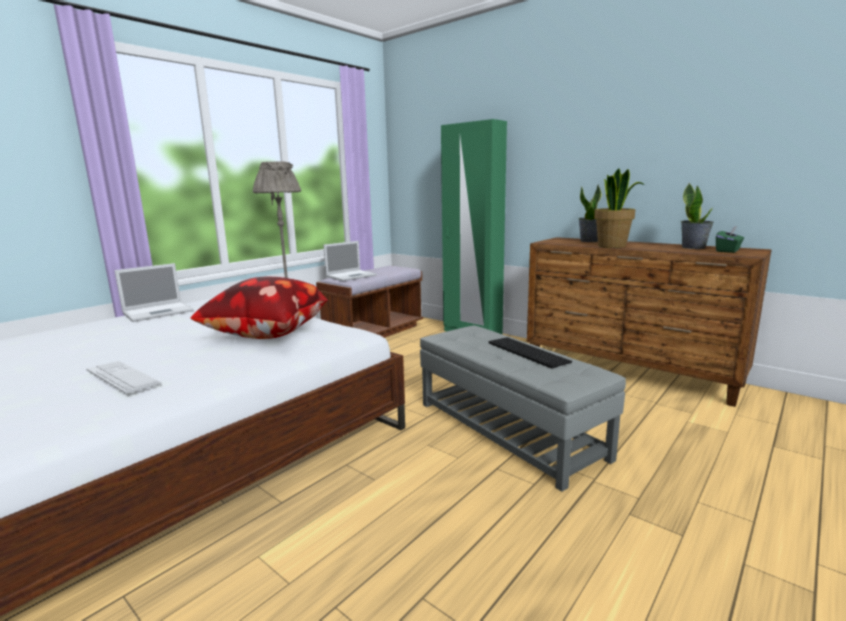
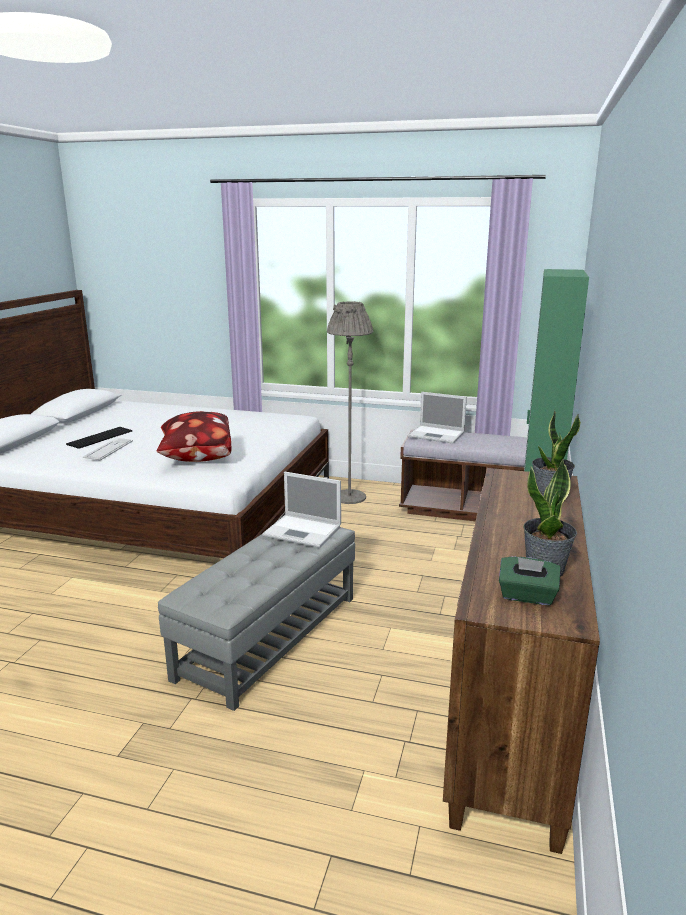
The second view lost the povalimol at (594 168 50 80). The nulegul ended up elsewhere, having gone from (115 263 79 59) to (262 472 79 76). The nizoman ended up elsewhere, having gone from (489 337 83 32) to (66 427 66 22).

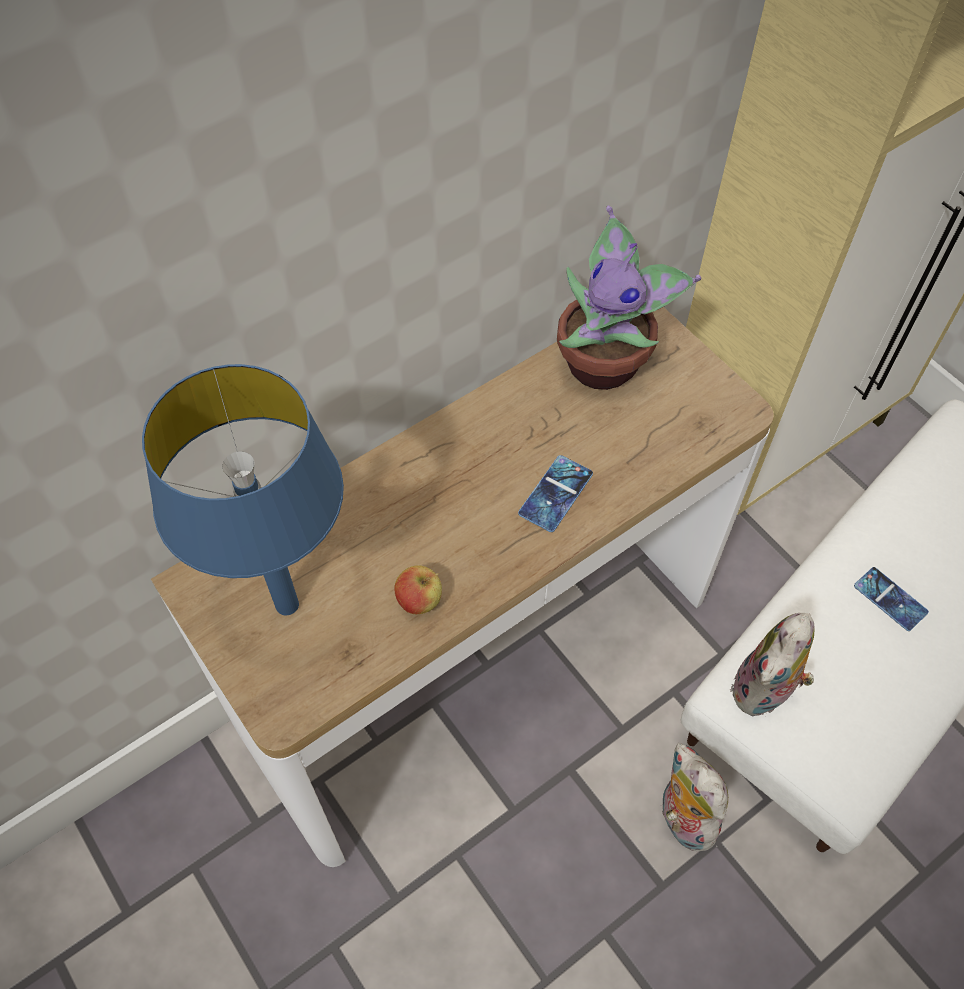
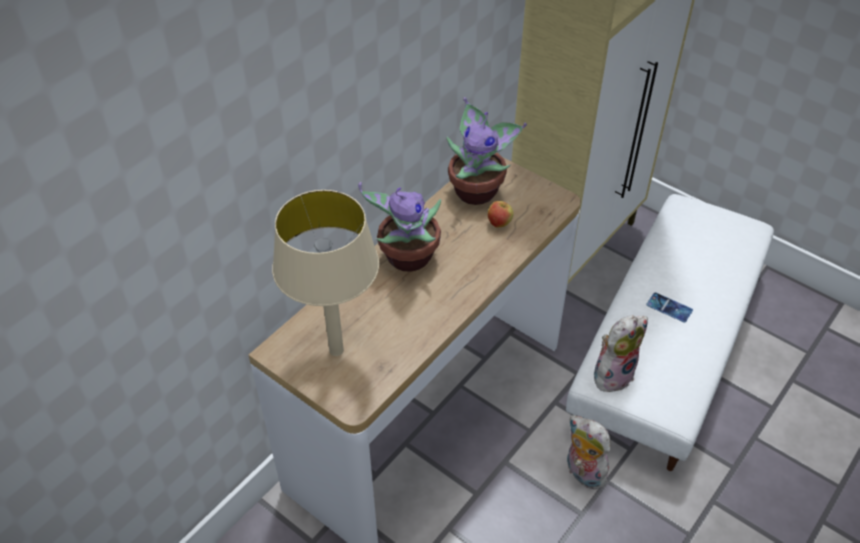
The second view lost the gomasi at (518 455 75 77). The second view gained the povalimol at (358 182 83 90). The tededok ended up elsewhere, having gone from (394 565 48 49) to (488 201 25 26). What was the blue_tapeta at (142 364 202 251) turned into the beige_tapeta at (272 190 107 166). The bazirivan at (730 613 85 104) ended up facing another way, 150 degrees counterclockwise from before.

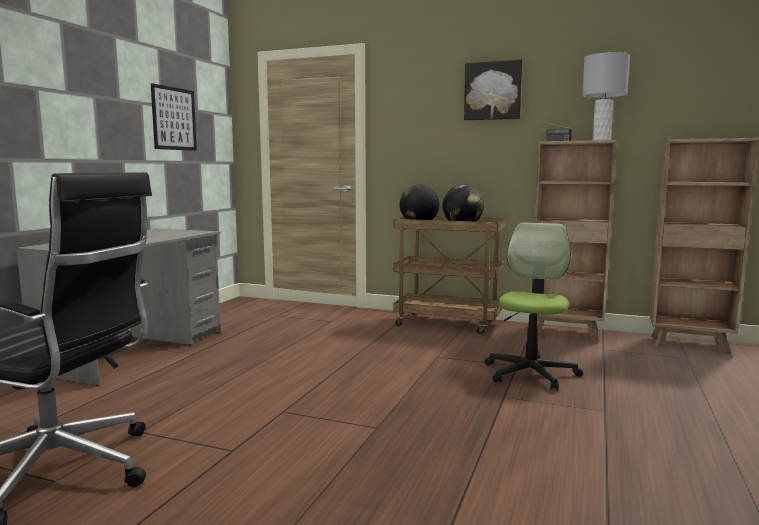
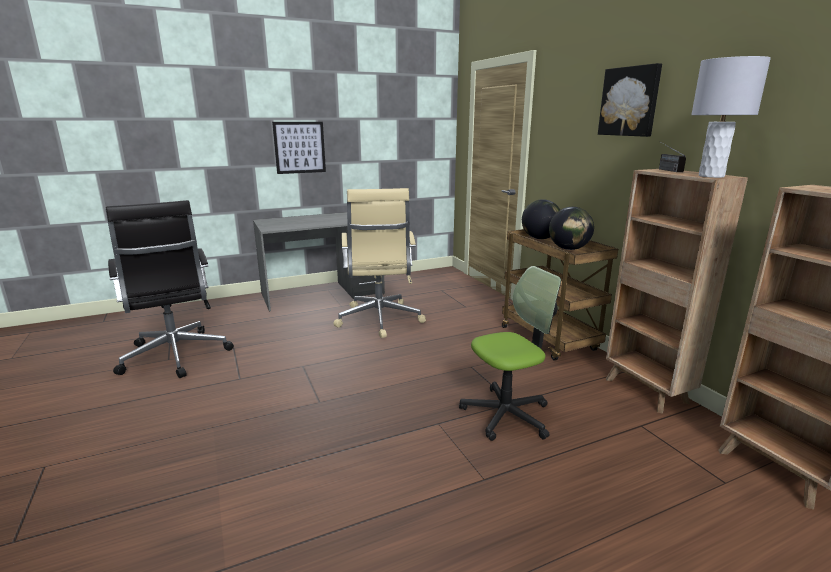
The second view gained the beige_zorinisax at (334 188 92 150). The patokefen ended up elsewhere, having gone from (151 83 46 68) to (272 122 54 52).

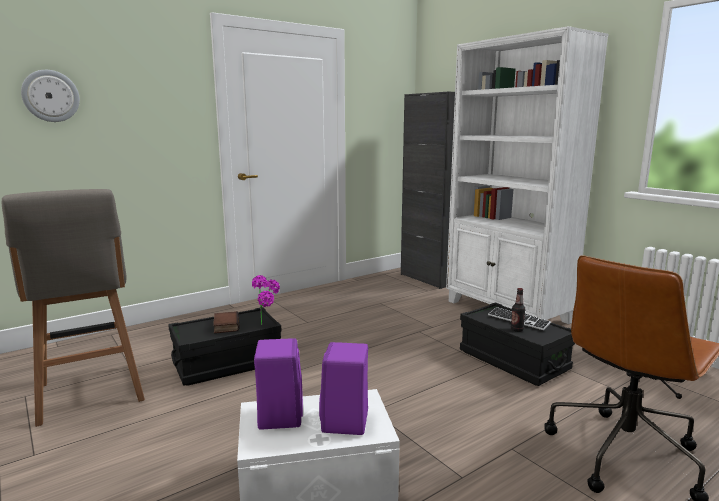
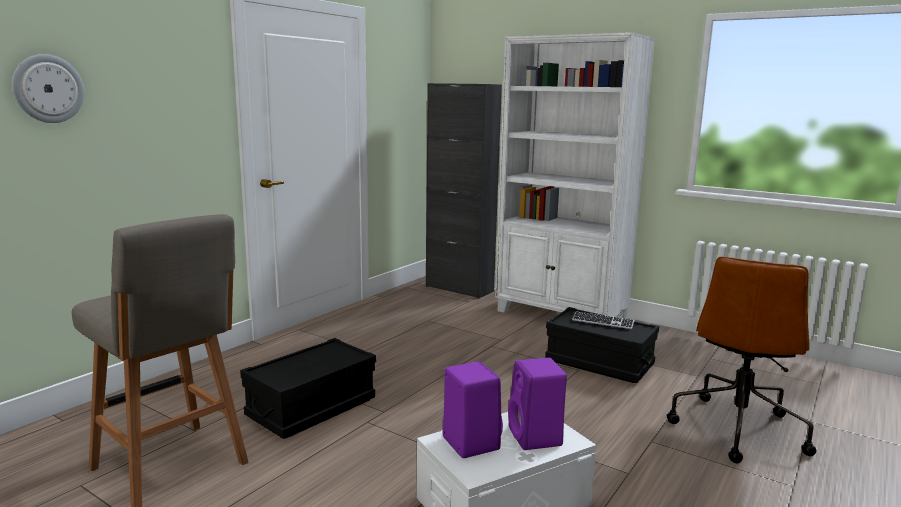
The second view lost the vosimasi at (213 311 27 22). The second view lost the povalimol at (252 275 28 50). The second view lost the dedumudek at (511 288 14 44).

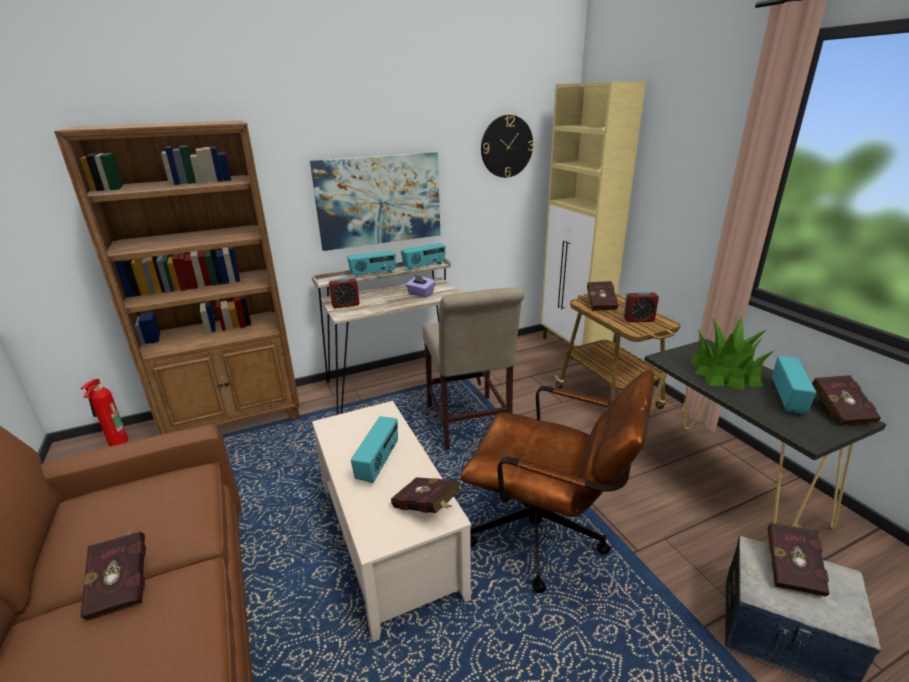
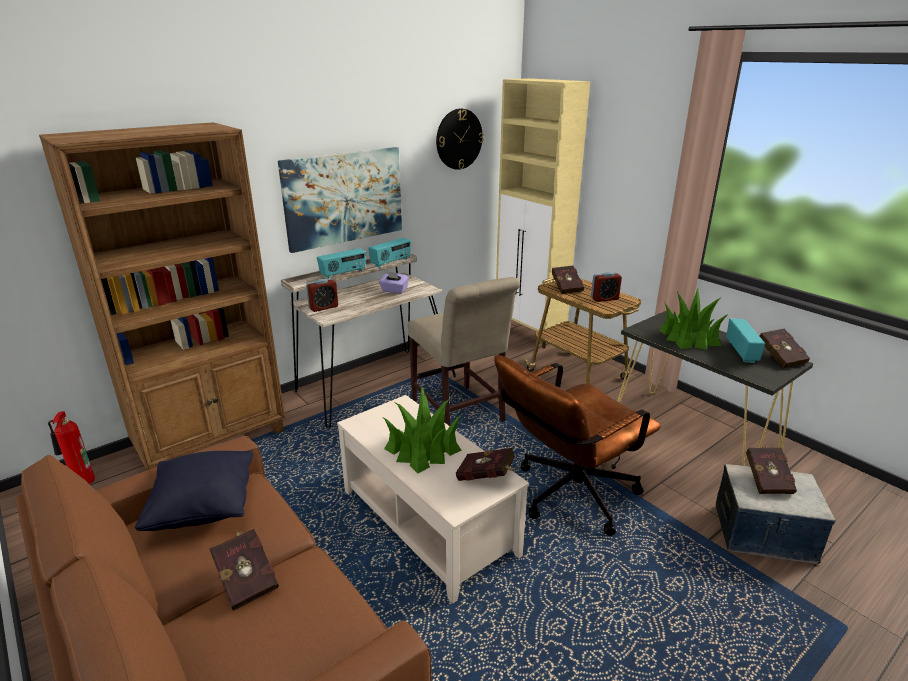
The second view gained the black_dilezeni at (135 450 118 81). Where the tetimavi stood at (351 416 47 67), the povalimol came to stand at (383 387 78 86). The brown_zorinisax at (461 370 193 223) ended up facing another way, 135 degrees clockwise from before.

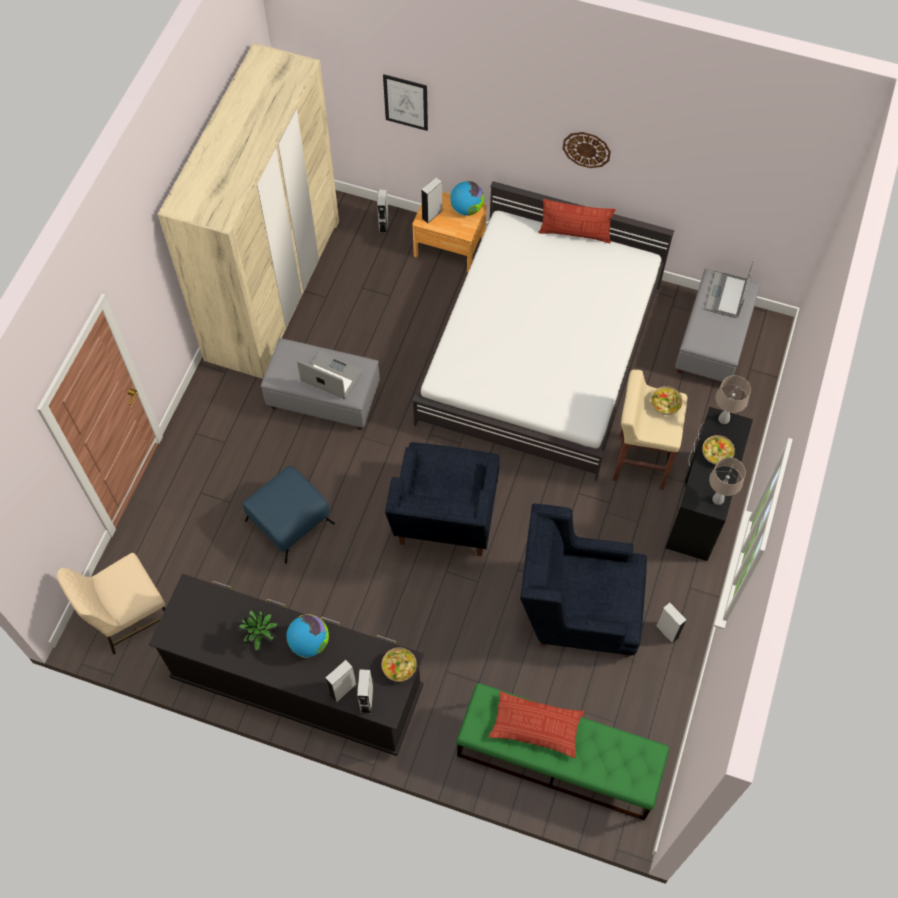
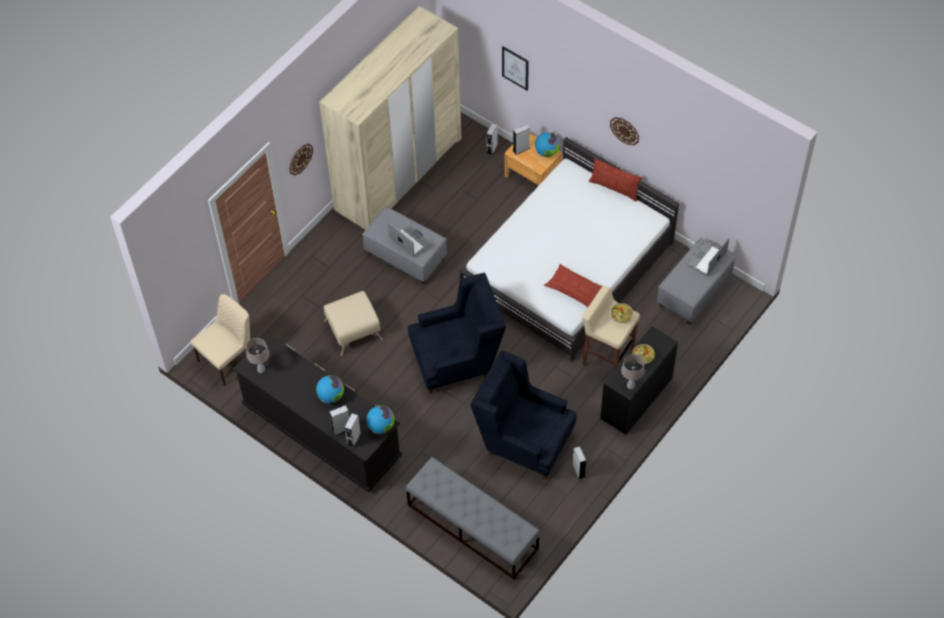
The second view lost the povalimol at (239 609 39 42). The second view gained the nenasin at (289 144 24 32). The dilezeni ended up elsewhere, having gone from (488 691 96 67) to (544 264 58 43). The beige_tapeta ended up elsewhere, having gone from (716 375 35 49) to (246 338 23 35). Where the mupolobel stood at (382 647 35 35), the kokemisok came to stand at (367 405 28 29). What was the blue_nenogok at (242 466 93 98) turned into the beige_nenogok at (324 291 59 65). What was the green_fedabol at (457 683 212 137) turned into the grey_fedabol at (406 457 134 122). The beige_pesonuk at (57 553 108 102) ended up facing another way, 150 degrees clockwise from before. The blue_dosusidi at (385 442 115 114) ended up facing another way, 135 degrees counterclockwise from before.

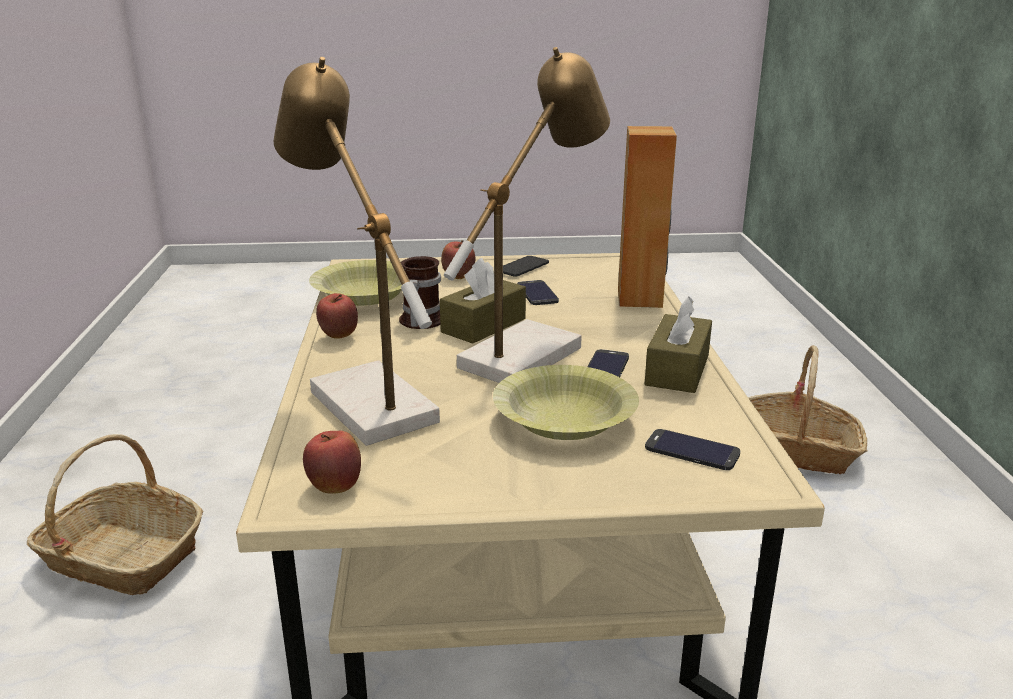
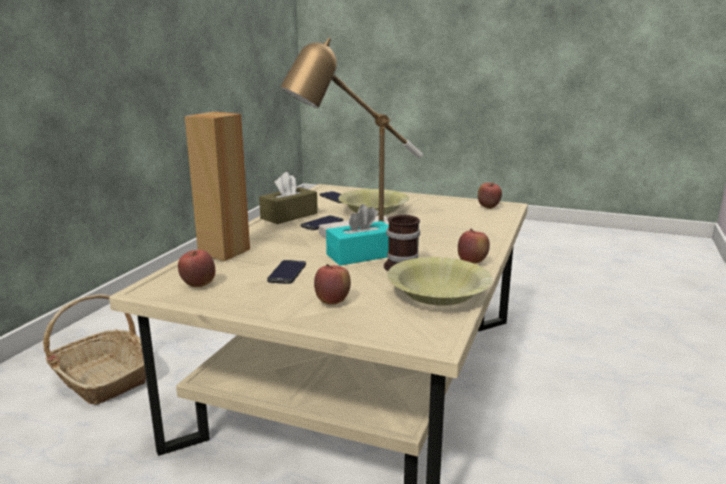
The second view lost the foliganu at (27 434 177 161). The second view lost the tapeta at (274 57 166 389). The second view lost the gomasi at (503 256 46 21). The second view gained the tededok at (178 250 37 37). What was the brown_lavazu at (440 258 86 86) turned into the turquoise_lavazu at (326 204 63 62).

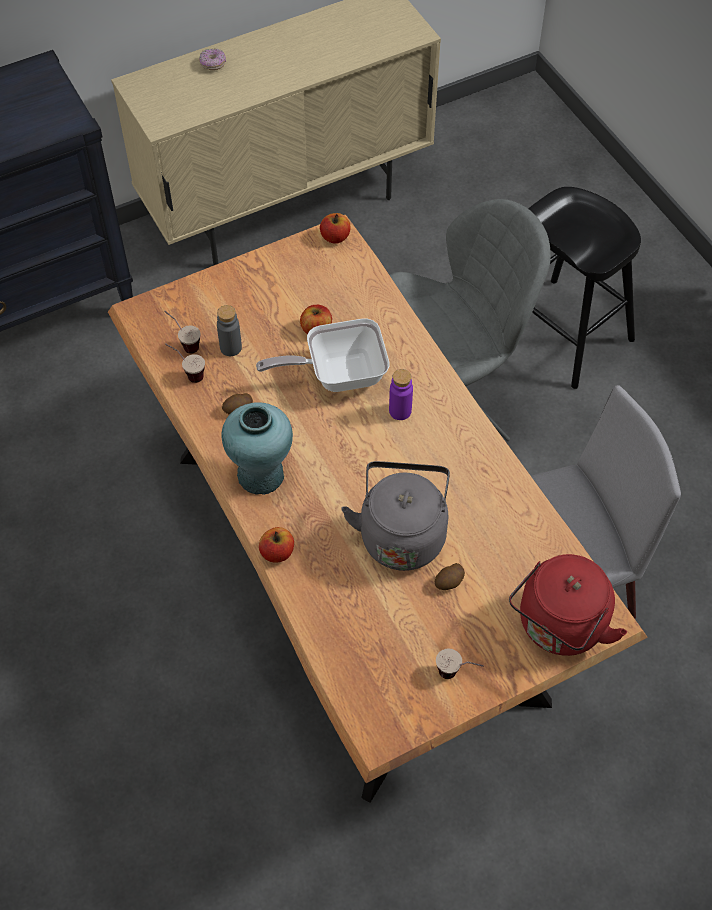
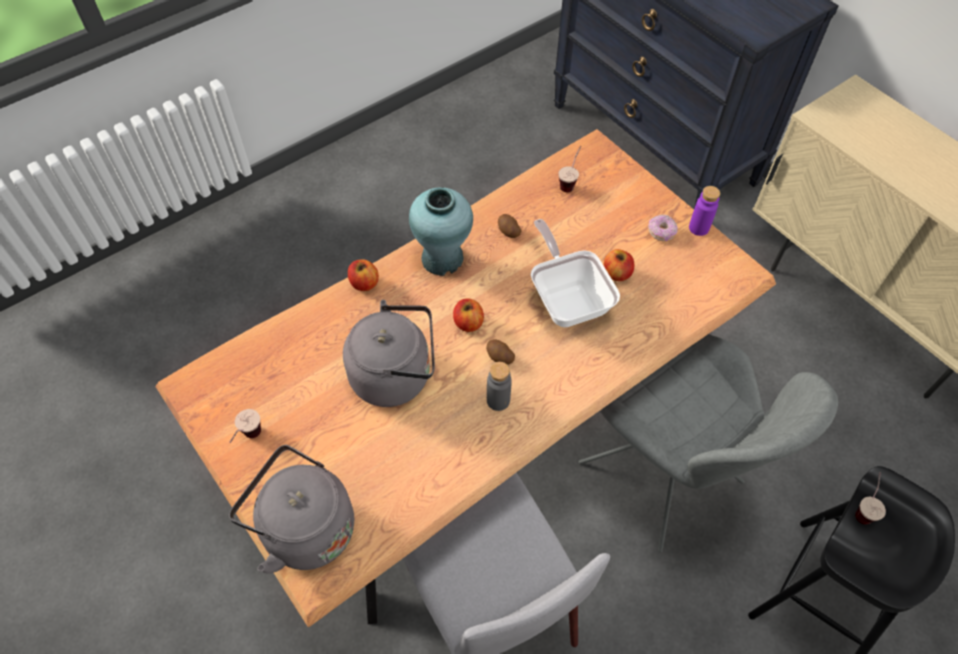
The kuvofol ended up elsewhere, having gone from (165 343 40 40) to (855 472 31 53). The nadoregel ended up elsewhere, having gone from (199 49 27 21) to (648 214 30 28). The grey_dedumudek ended up elsewhere, having gone from (217 305 25 51) to (487 362 25 49). The tededok ended up elsewhere, having gone from (320 213 30 31) to (453 298 31 34). The purple_dedumudek ended up elsewhere, having gone from (389 369 24 51) to (689 186 31 50). The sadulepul ended up elsewhere, having gone from (435 563 30 27) to (486 340 29 25). What was the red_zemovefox at (509 554 118 102) turned into the grey_zemovefox at (229 445 125 129).

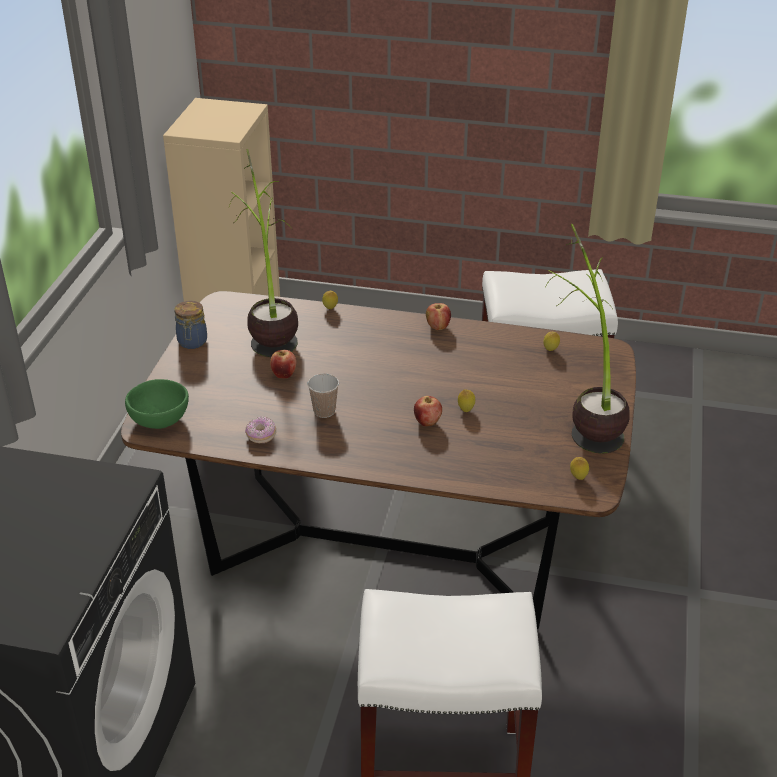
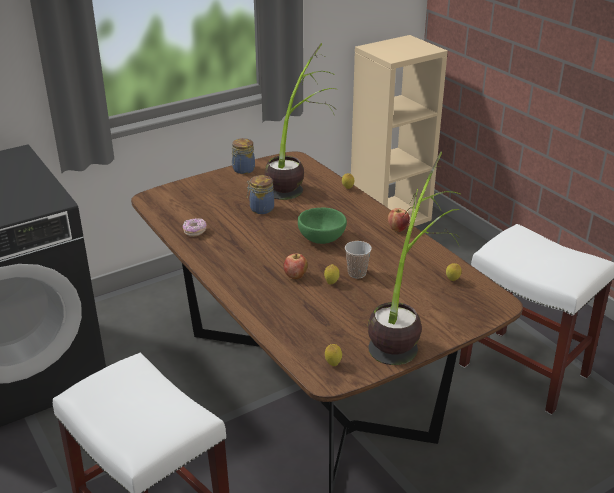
The green_mupolobel ended up elsewhere, having gone from (125 379 64 50) to (298 207 49 37). The kuvofol ended up elsewhere, having gone from (307 373 32 45) to (345 241 27 38). Where the tededok stood at (270 350 26 28), the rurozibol came to stand at (247 175 27 39).

